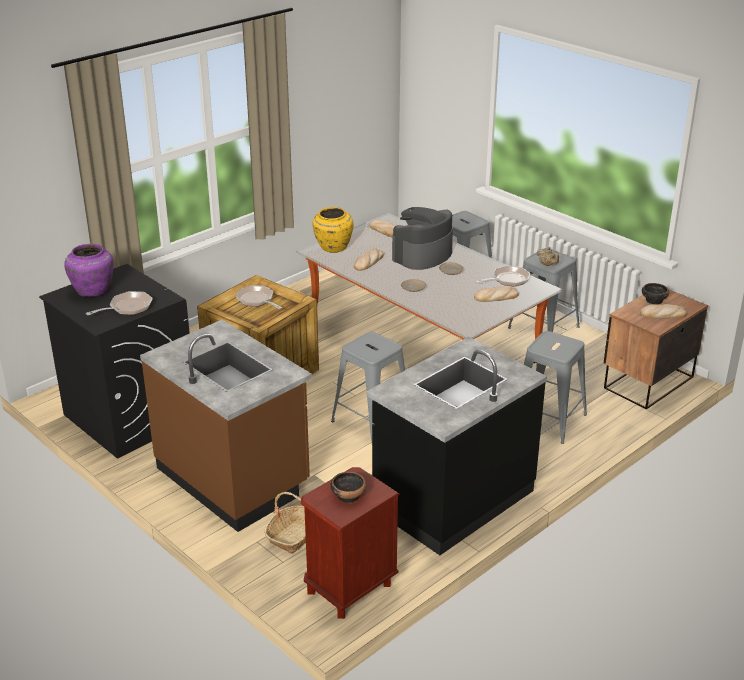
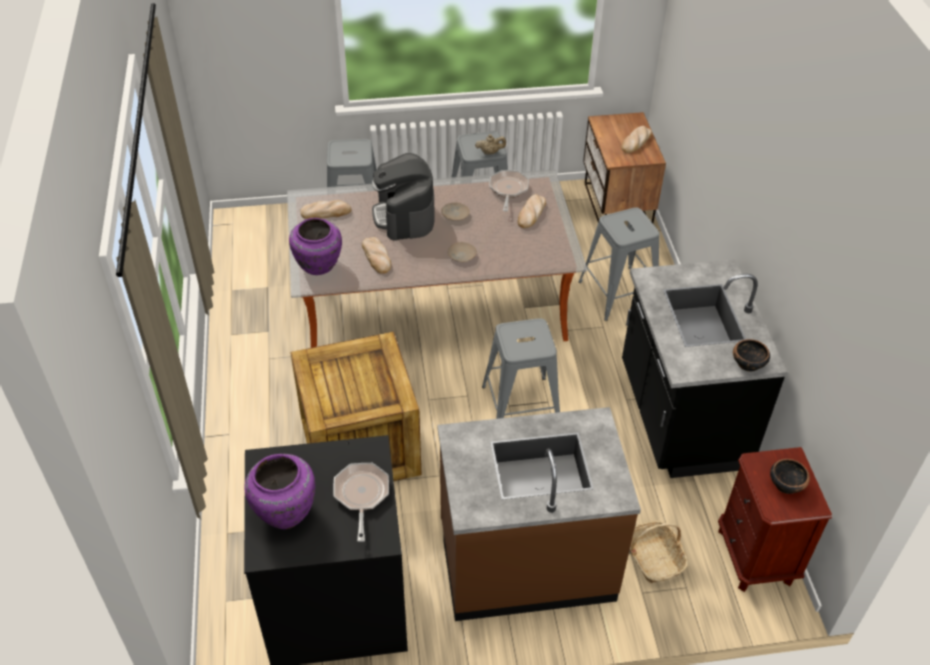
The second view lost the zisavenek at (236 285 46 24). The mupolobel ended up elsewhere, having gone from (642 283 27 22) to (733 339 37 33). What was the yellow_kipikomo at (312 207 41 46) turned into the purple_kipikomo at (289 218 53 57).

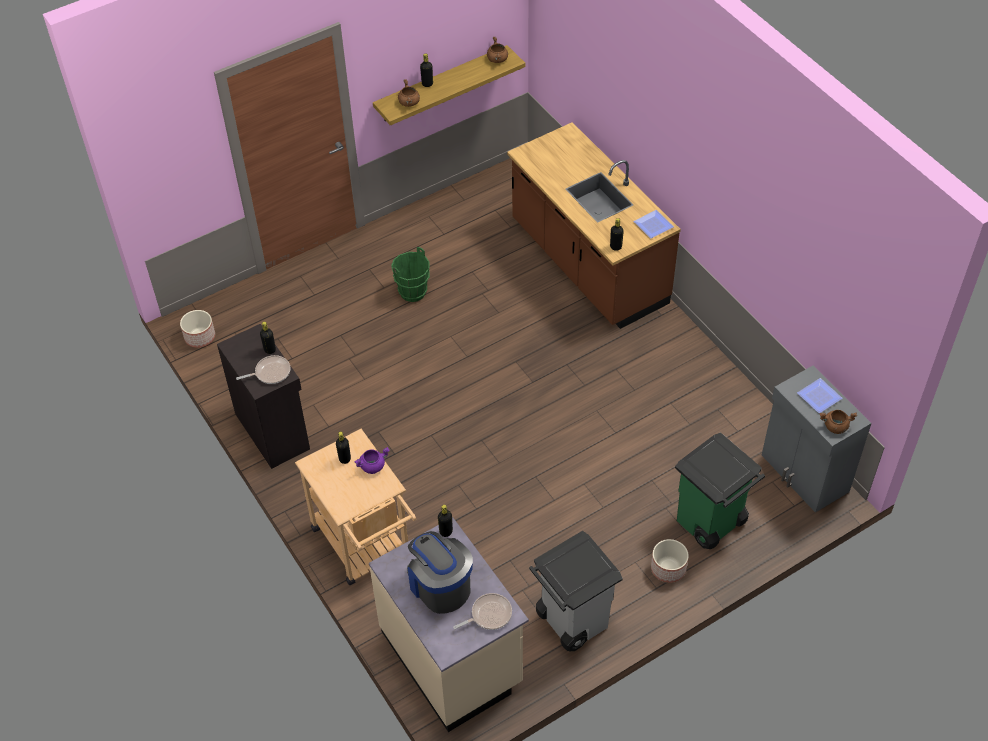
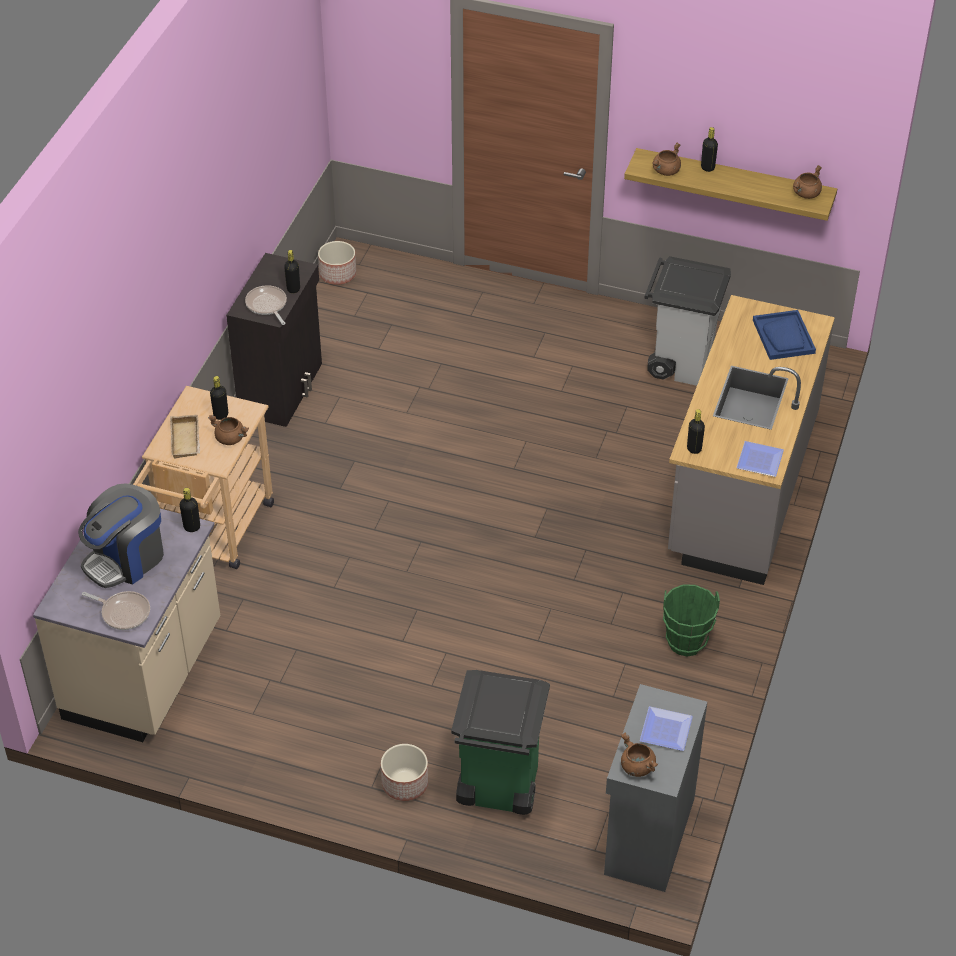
The second view gained the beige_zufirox at (170 415 30 44). The second view gained the blue_zufirox at (753 310 63 50). The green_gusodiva ended up elsewhere, having gone from (391 247 38 55) to (663 585 57 71). The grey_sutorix ended up elsewhere, having gone from (529 531 94 120) to (644 256 87 130). What was the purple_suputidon at (354 447 36 27) turned into the brown_suputidon at (208 415 41 30). What was the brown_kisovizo at (507 122 174 207) turned into the grey_kisovizo at (668 295 167 290). The zisavenek at (236 355 54 29) ended up facing another way, 150 degrees counterclockwise from before. The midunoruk at (407 531 66 83) ended up facing another way, 150 degrees counterclockwise from before.

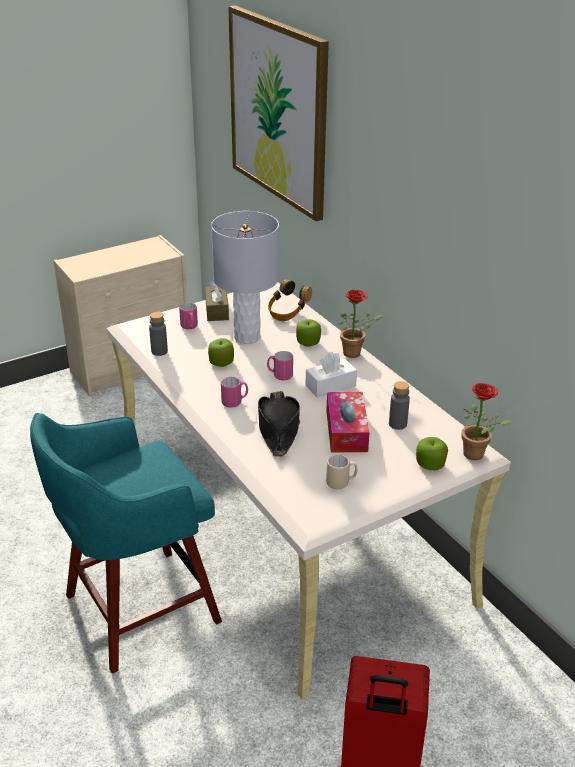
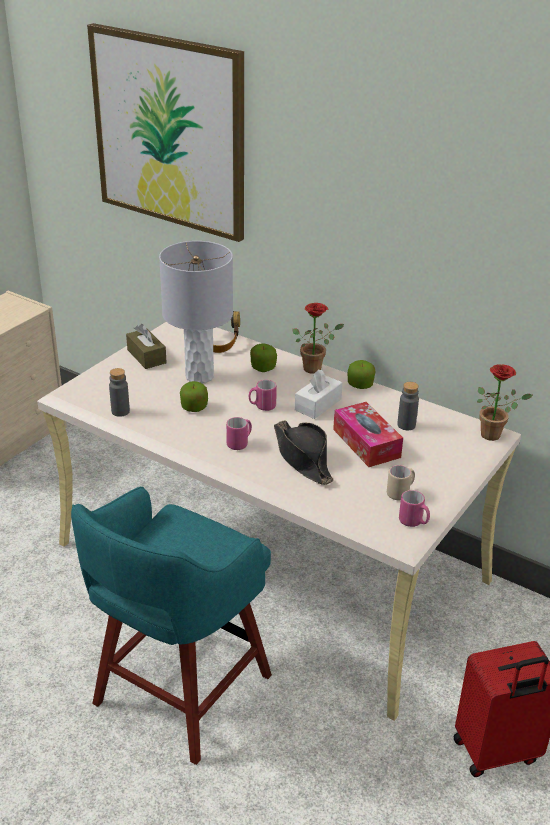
The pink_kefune ended up elsewhere, having gone from (179 302 19 27) to (399 490 31 37). The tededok ended up elsewhere, having gone from (416 437 32 34) to (348 360 28 29).

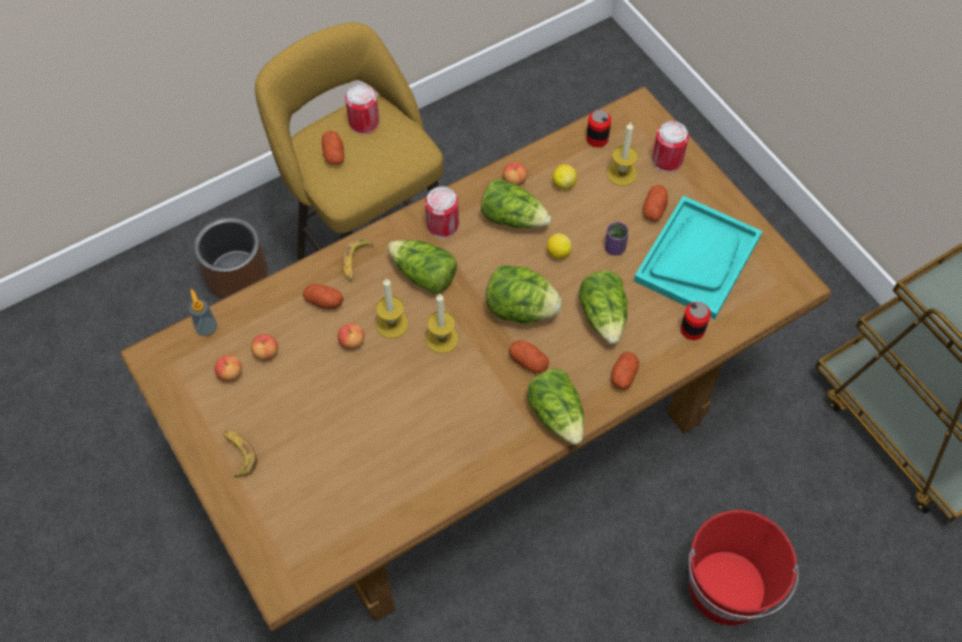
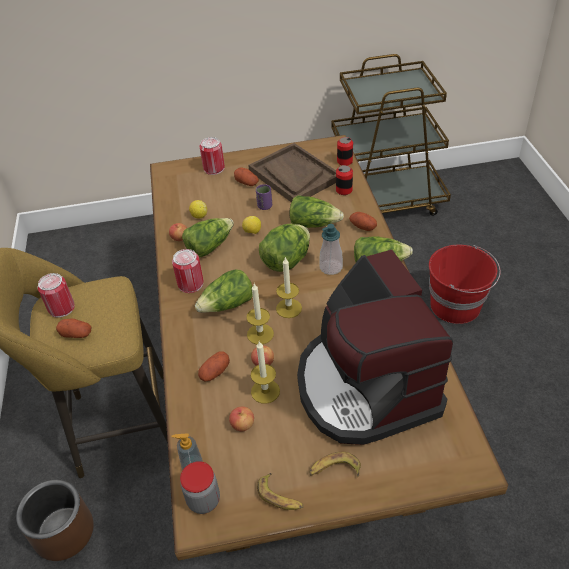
The second view lost the tededok at (214 355 28 27). The second view gained the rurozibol at (180 461 40 53). The second view gained the midunoruk at (297 250 156 195). The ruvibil ended up elsewhere, having gone from (342 237 32 44) to (257 473 47 37). The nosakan ended up elsewhere, having gone from (586 110 25 37) to (337 137 16 29). The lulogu ended up elsewhere, having gone from (607 122 31 64) to (251 341 29 63). Where the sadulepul stood at (509 340 41 33), the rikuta came to stand at (319 224 24 51). What was the turquoise_zufirox at (634 196 128 124) turned into the brown_zufirox at (248 143 88 59).

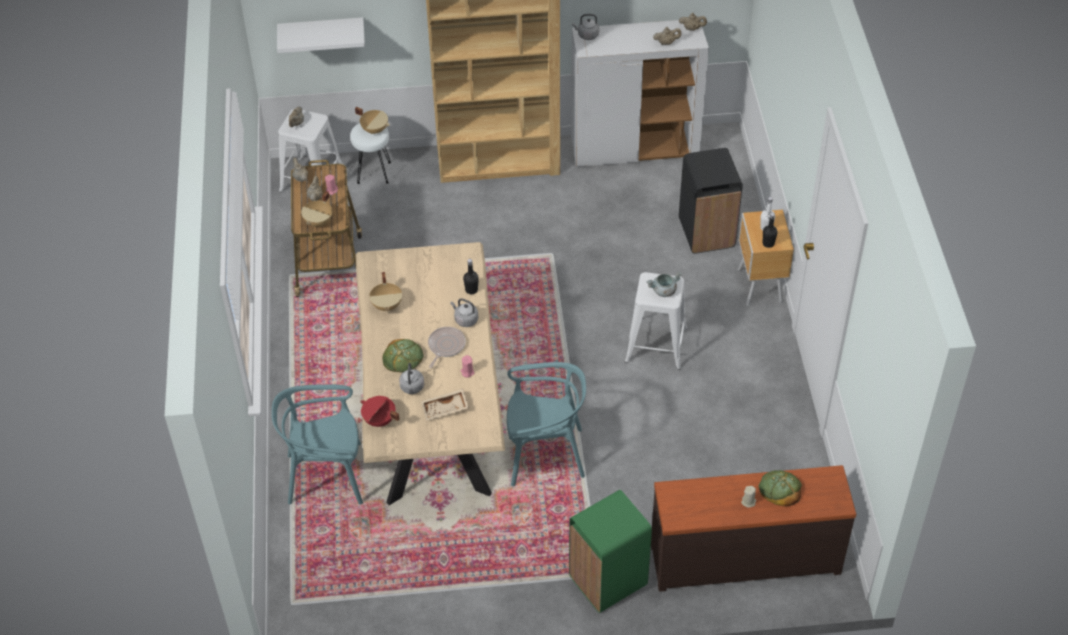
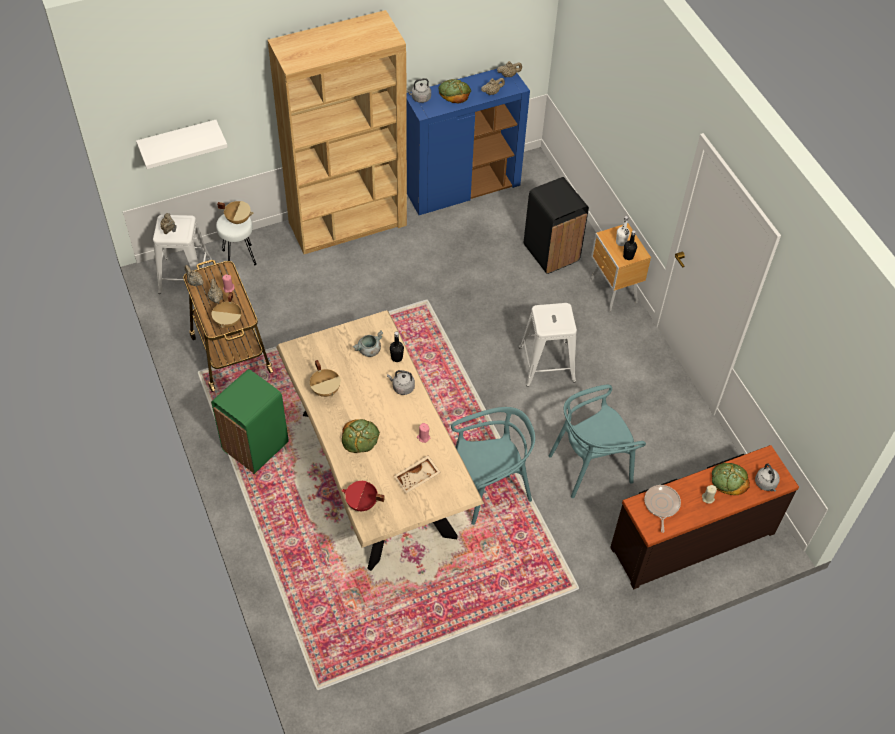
The second view gained the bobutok at (438 79 33 24). The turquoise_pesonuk ended up elsewhere, having gone from (272 384 91 121) to (549 385 97 113). The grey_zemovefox ended up elsewhere, having gone from (399 363 25 31) to (755 463 25 29). The zisavenek ended up elsewhere, having gone from (428 327 38 41) to (644 485 37 48). The green_sutorix ended up elsewhere, having gone from (569 490 83 123) to (211 369 78 105). The grey_suputidon ended up elsewhere, having gone from (646 272 36 25) to (353 331 30 26). What was the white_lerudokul at (571 20 138 147) turned into the blue_lerudokul at (406 69 124 146).

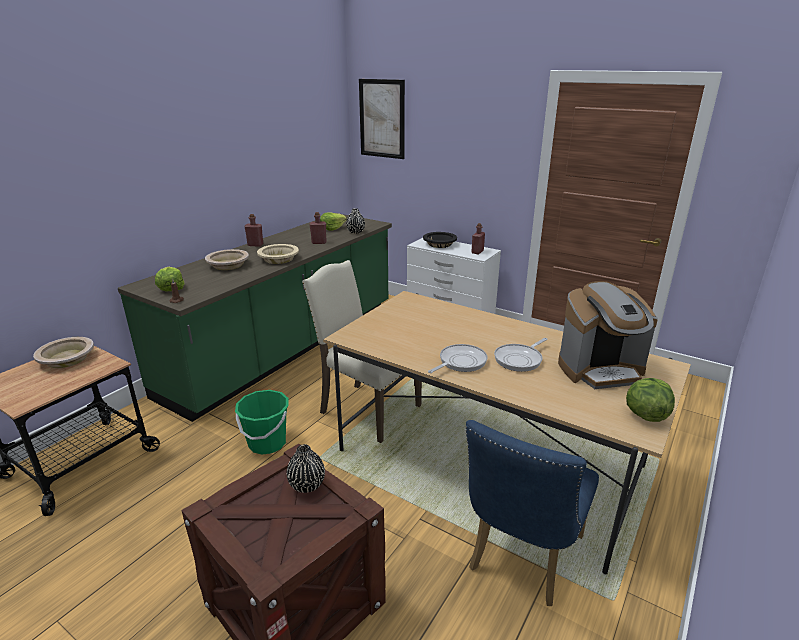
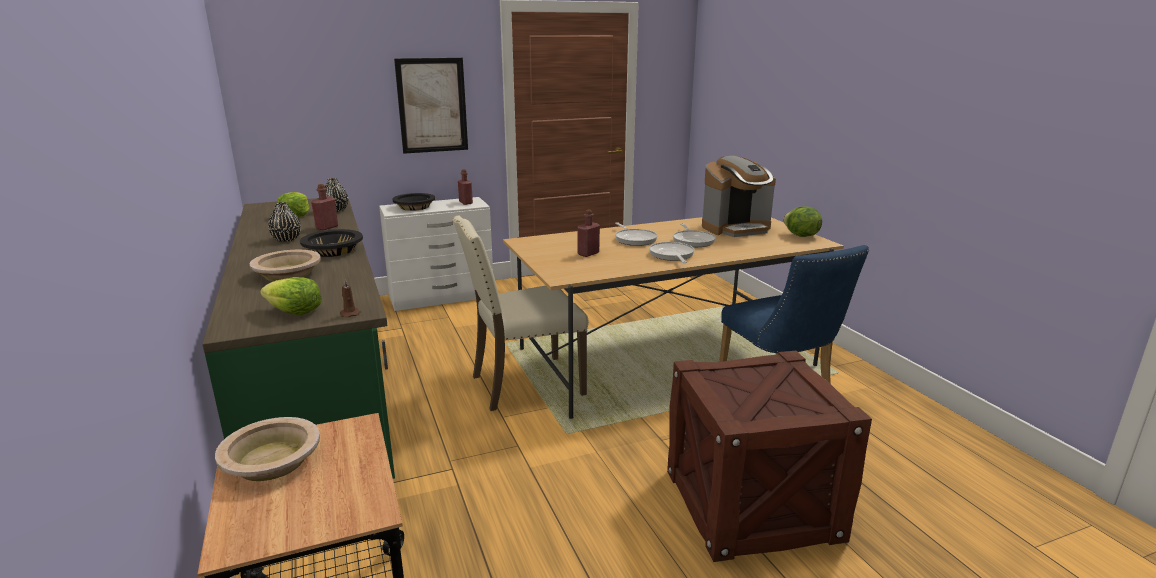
The second view lost the green_gusodiva at (235 390 54 64). The second view gained the zisavenek at (615 222 43 24). The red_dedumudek ended up elsewhere, having gone from (245 214 18 33) to (577 210 23 47). The black_kipikomo ended up elsewhere, having gone from (287 444 38 49) to (268 202 33 40). The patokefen ended up elsewhere, having gone from (359 79 46 80) to (394 58 74 96). What was the beige_mupolobel at (257 244 42 20) turned into the black_mupolobel at (300 229 63 28). The midunoruk at (558 281 100 108) ended up facing another way, 45 degrees clockwise from before.

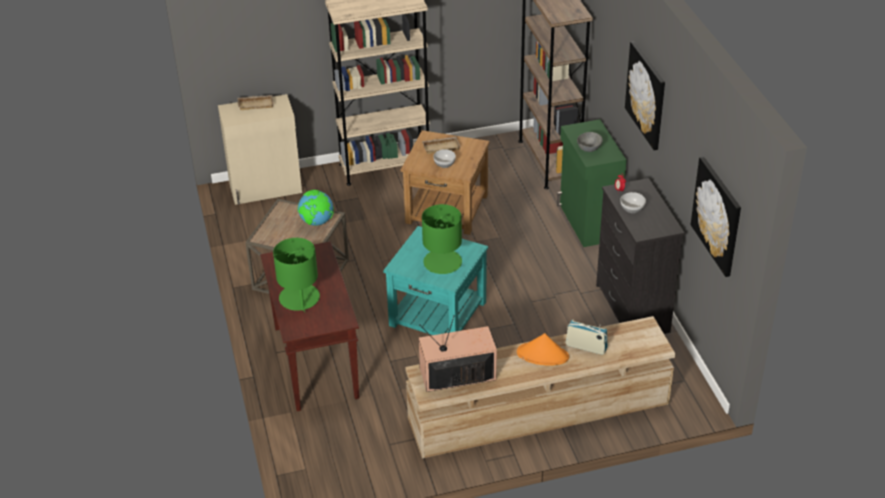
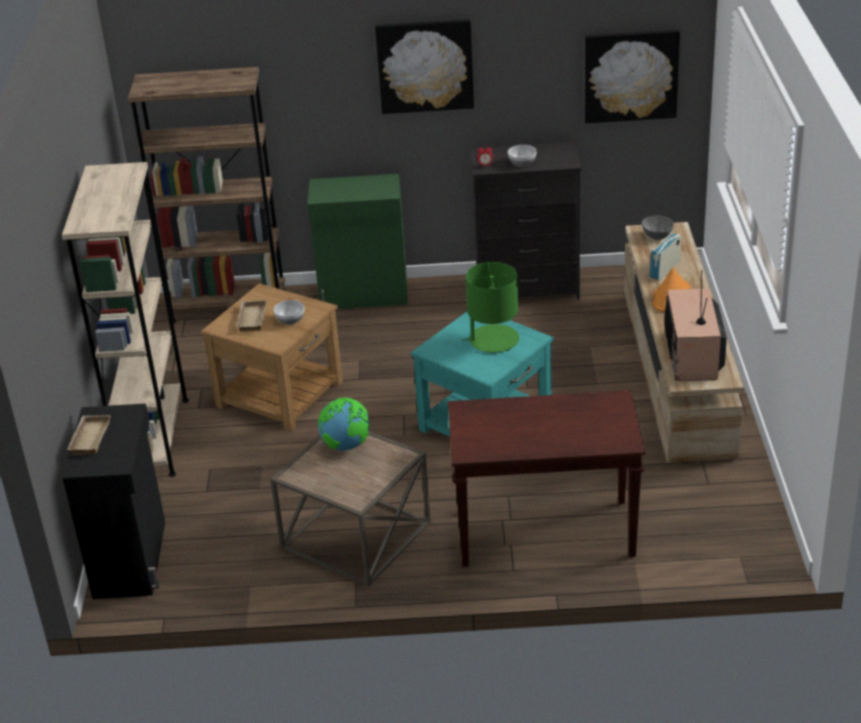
The second view lost the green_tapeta at (273 238 47 74). The grey_mupolobel ended up elsewhere, having gone from (577 132 26 20) to (642 216 32 24). What was the beige_lerudokul at (218 94 84 111) turned into the black_lerudokul at (63 403 102 196).

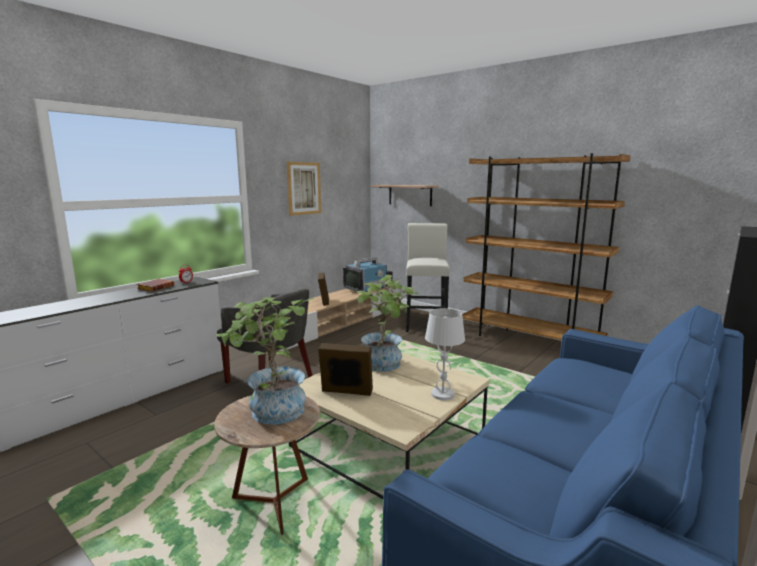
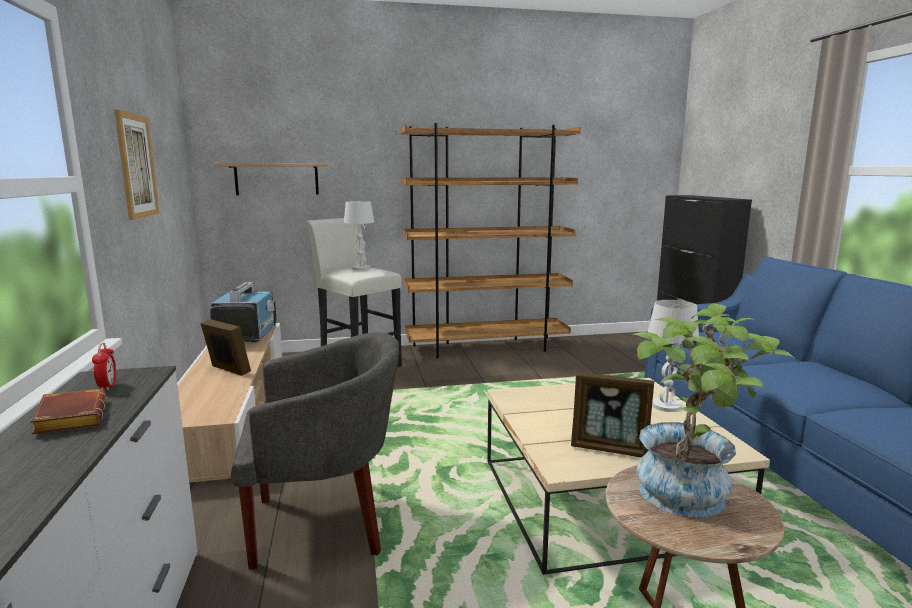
The second view lost the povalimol at (354 275 65 96). The second view gained the white_tapeta at (344 201 30 69). The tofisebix at (318 343 55 53) ended up facing another way, 120 degrees counterclockwise from before.

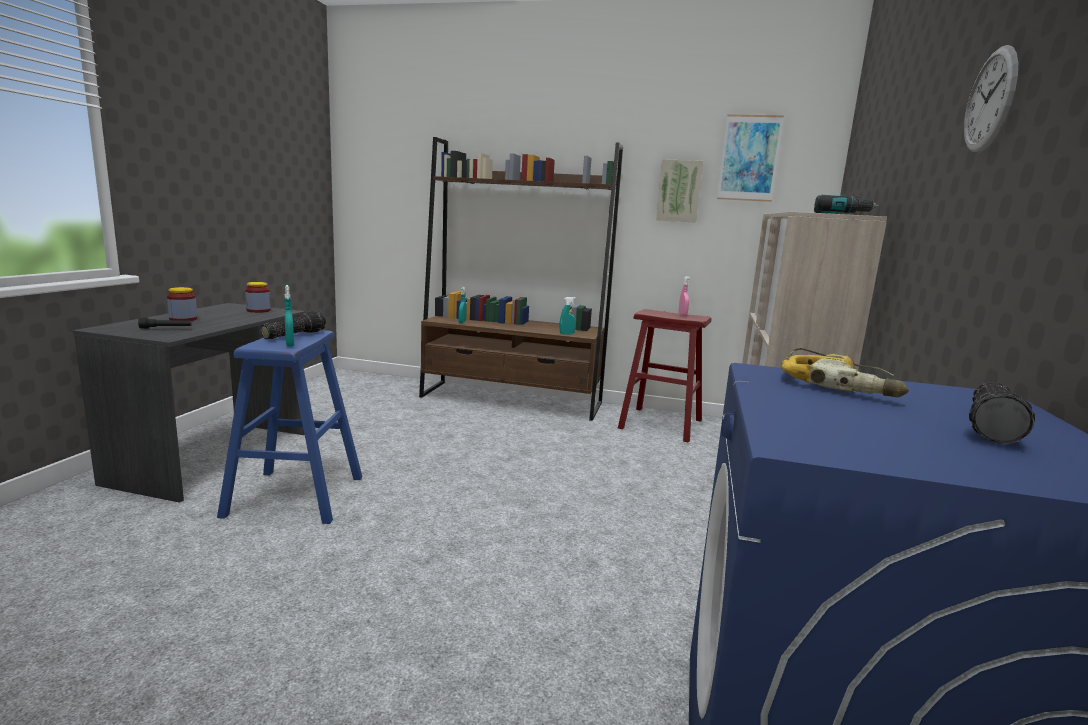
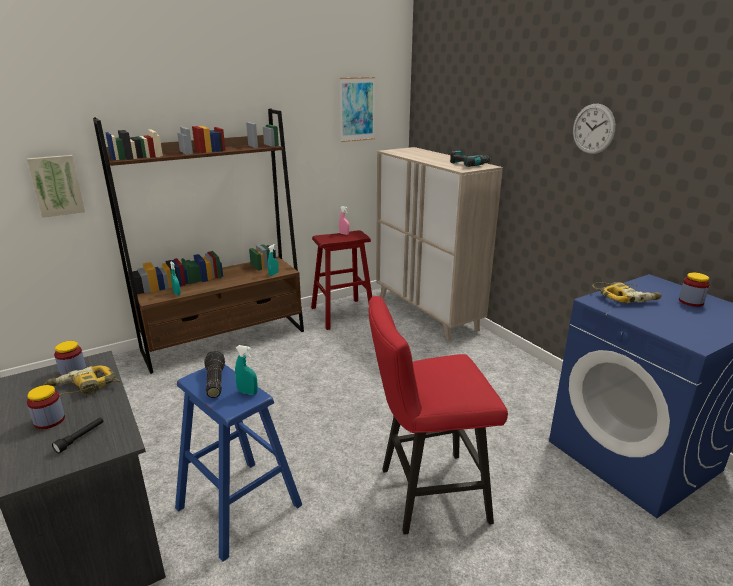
The second view gained the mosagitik at (45 366 75 30). The second view gained the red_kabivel at (369 296 139 239). The patokefen ended up elsewhere, having gone from (656 159 47 64) to (27 155 58 63). Where the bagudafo stood at (969 382 66 62), the rurozibol came to stand at (679 273 31 34).

